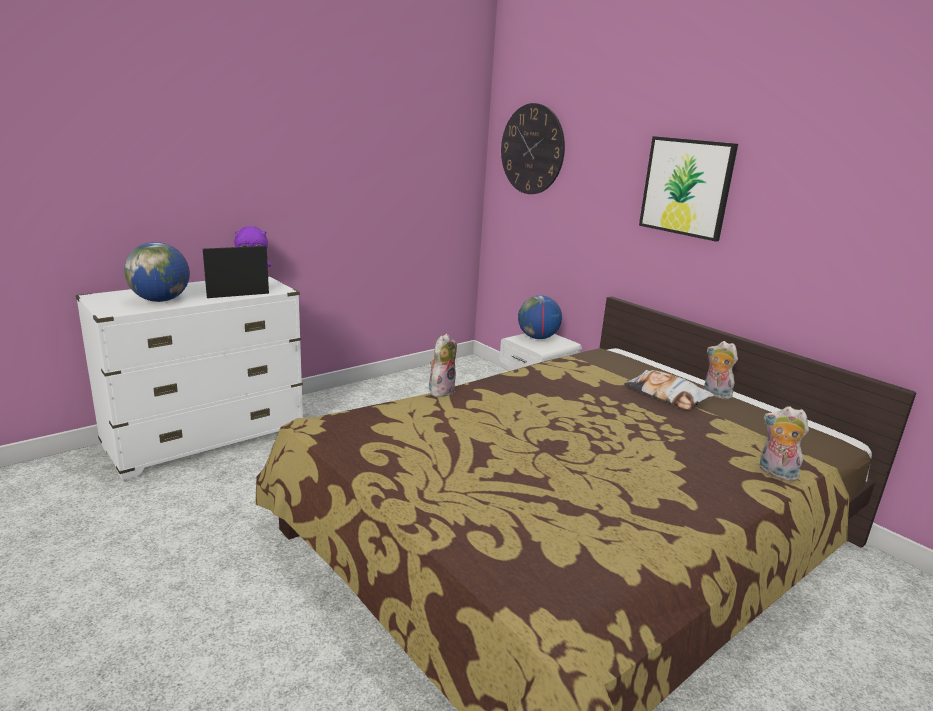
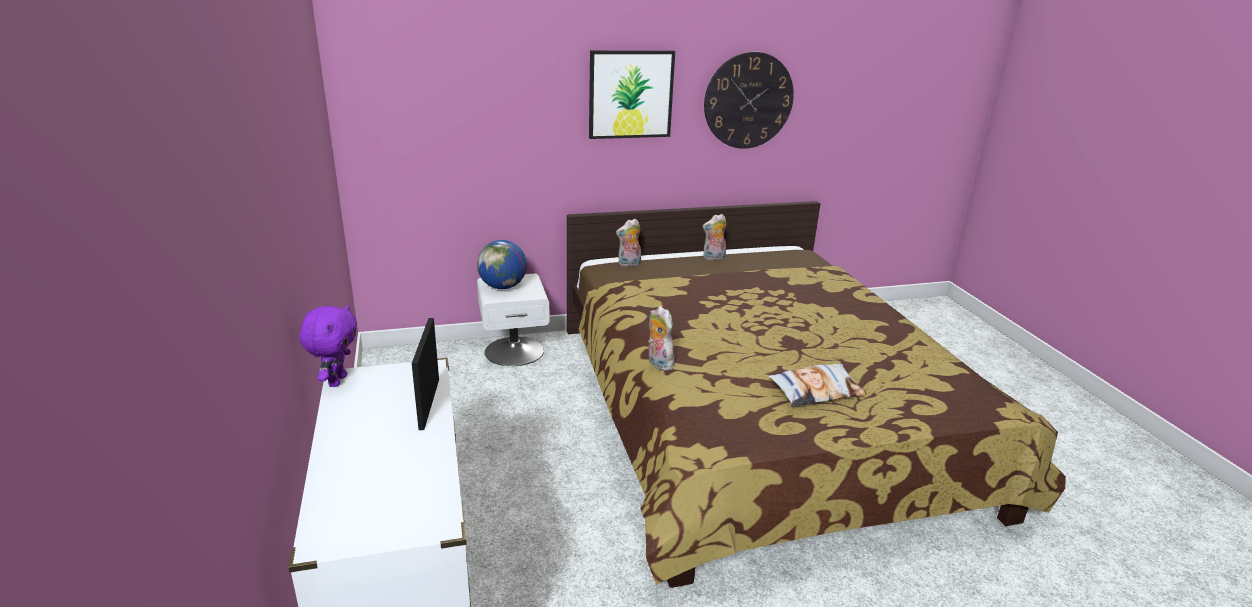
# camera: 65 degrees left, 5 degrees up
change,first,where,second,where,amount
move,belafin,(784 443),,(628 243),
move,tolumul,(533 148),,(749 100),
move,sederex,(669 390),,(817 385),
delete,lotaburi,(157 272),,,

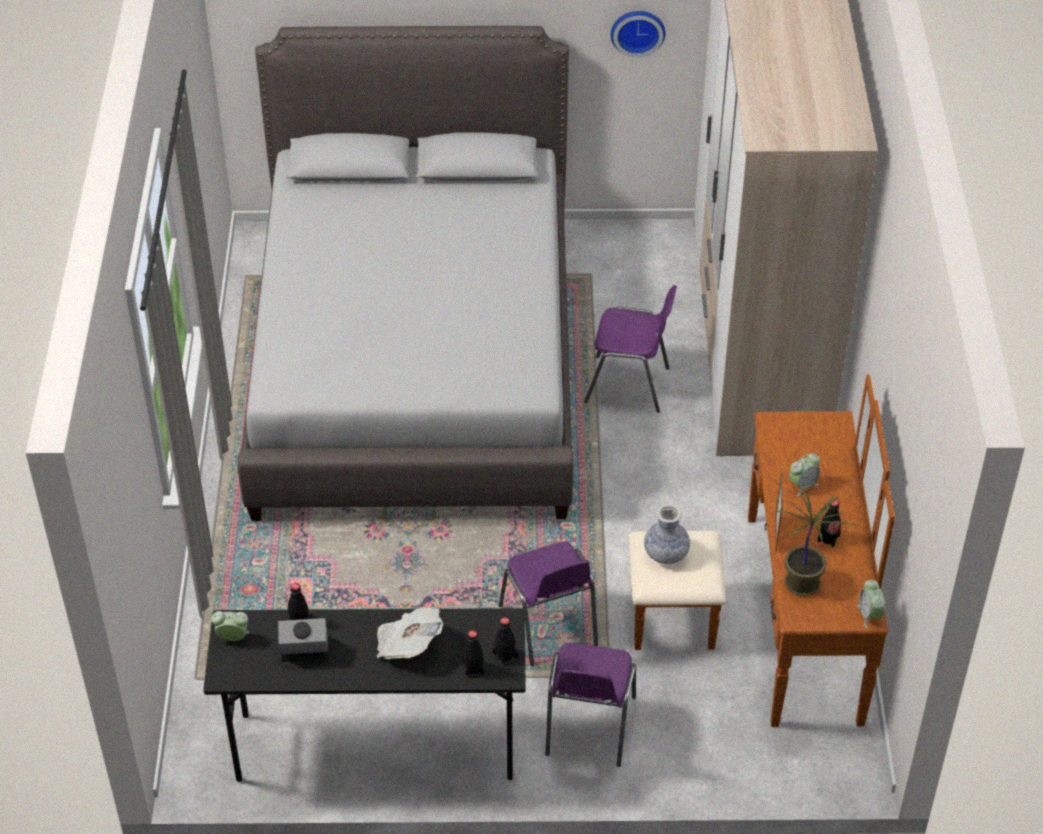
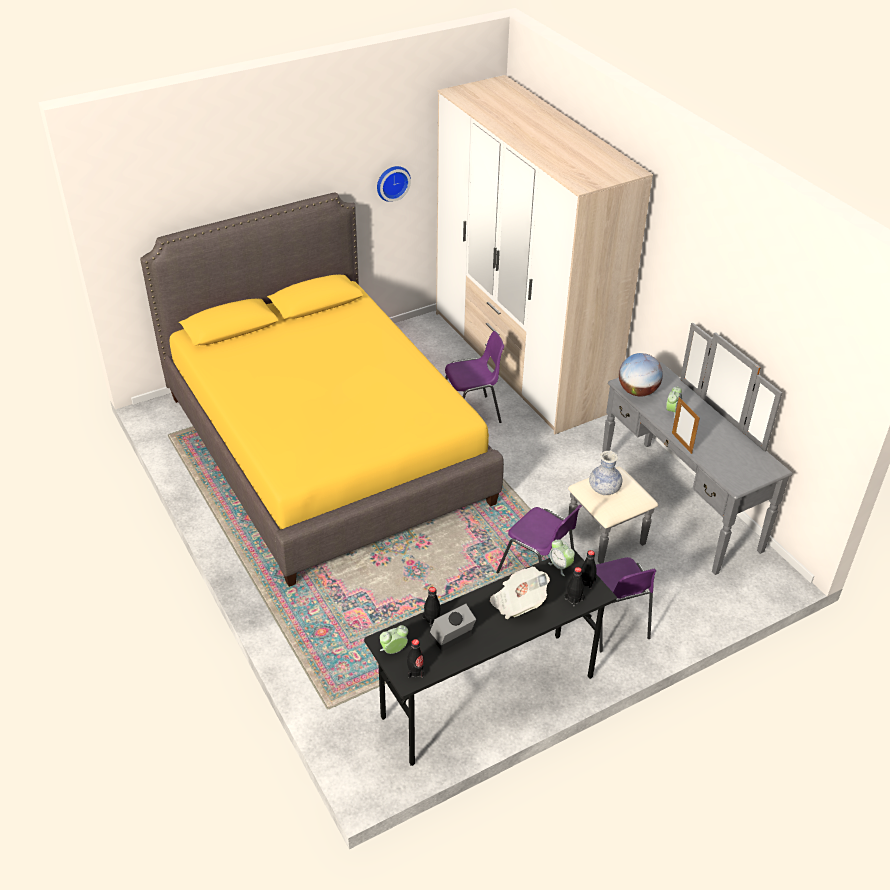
# camera: 30 degrees left, 5 degrees down
change,first,where,second,where,amount
recolor,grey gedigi,(405 273),yellow gedigi,(322 389),
move,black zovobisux,(829 523),,(415 658),
move,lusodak,(871 604),,(561 558),
recolor,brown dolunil,(762 551),grey dolunil,(680 449),
insert,,,lotaburi,(641 375),
delete,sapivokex,(816 539),,,

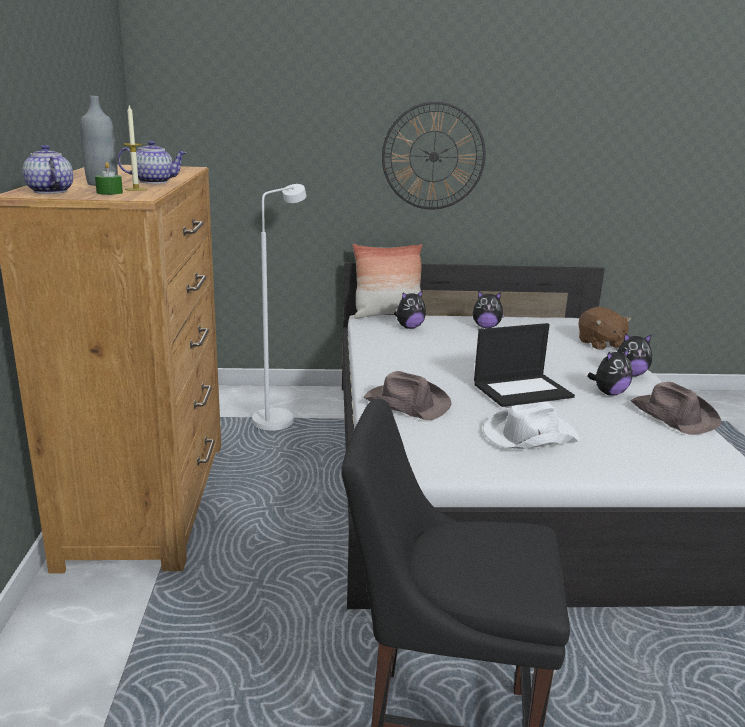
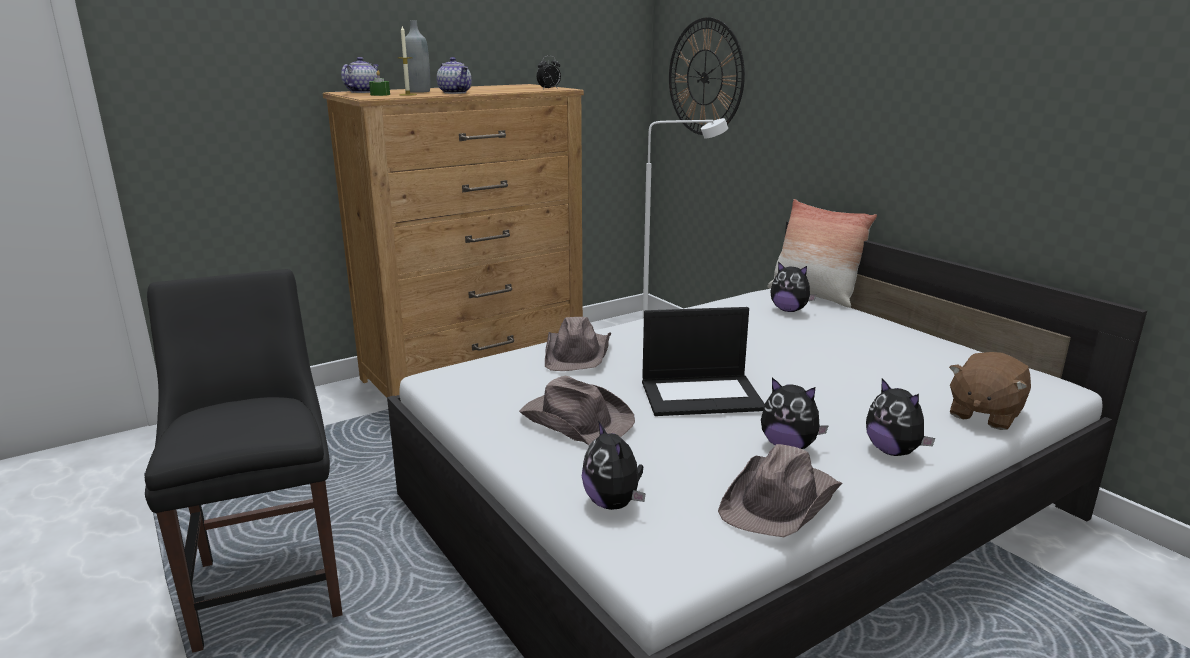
# camera: 60 degrees right, 0 degrees up
change,first,where,second,where,amount
recolor,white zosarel,(531 425),brown zosarel,(577 410),
insert,,,lusodak,(548 72),
move,belafin,(489 309),,(613 465),
rotate,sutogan,(524 365),,(703 361),45 degrees counterclockwise
move,tolumul,(434 155),,(707 76),

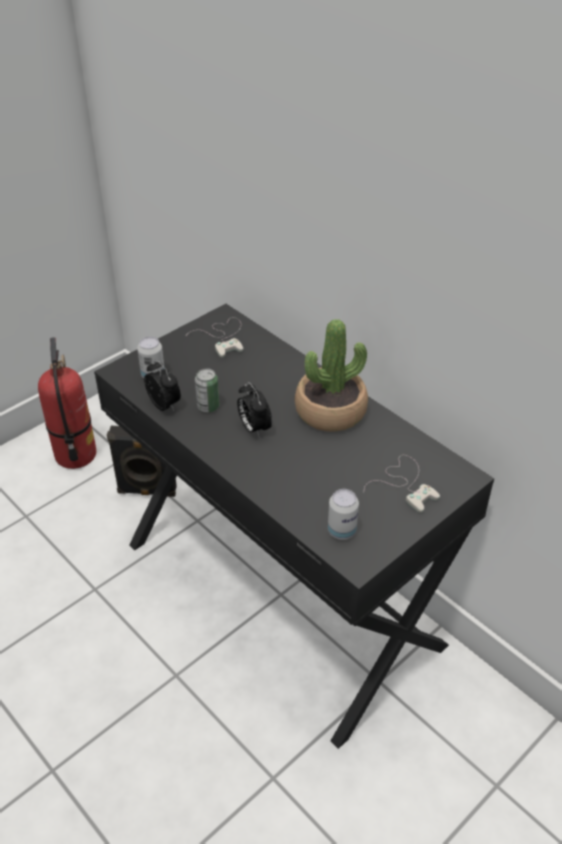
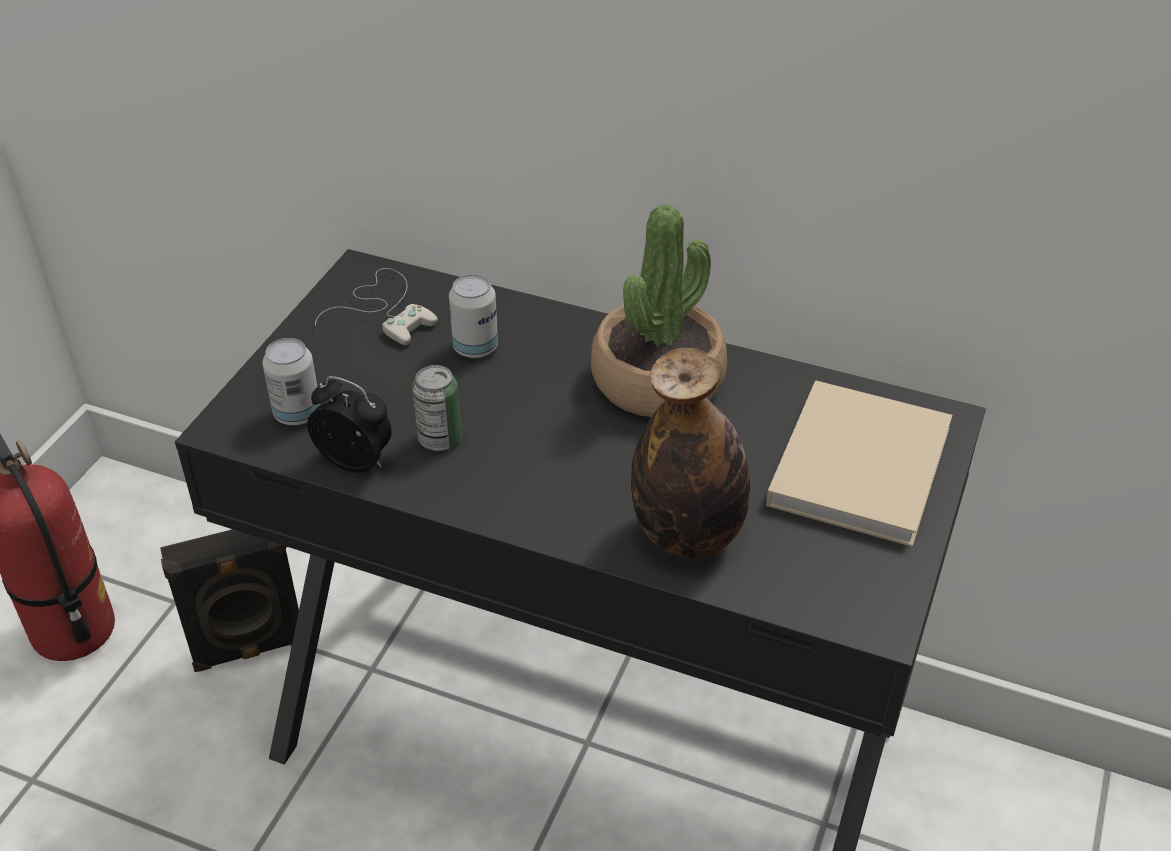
# camera: 25 degrees left, 0 degrees up
change,first,where,second,where,amount
move,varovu,(343 514),,(473 316),
insert,,,zovobisux,(691 453),
replace,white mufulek,(402 484),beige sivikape,(859 463),
delete,lusodak,(254 410),,,

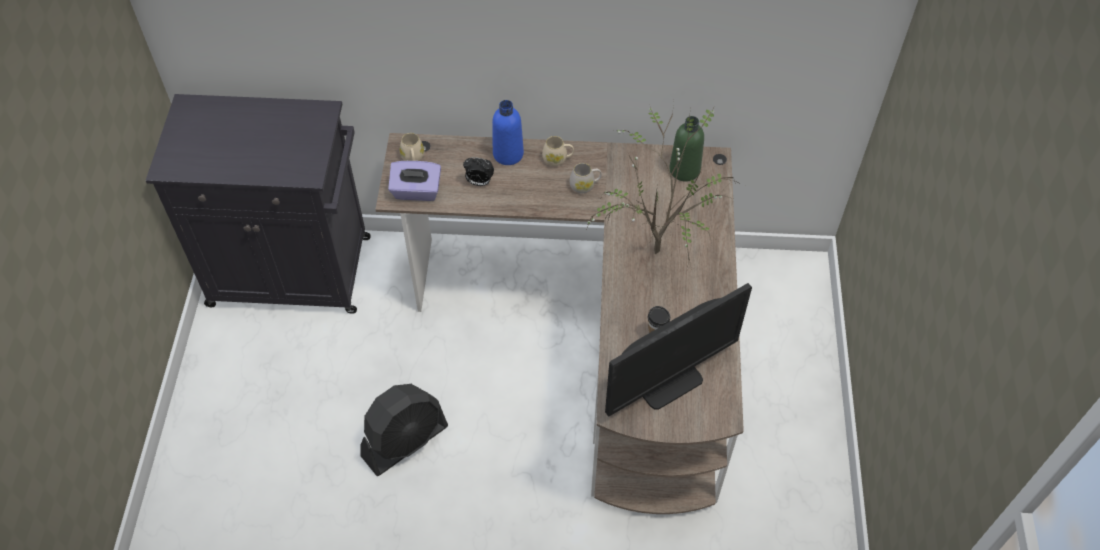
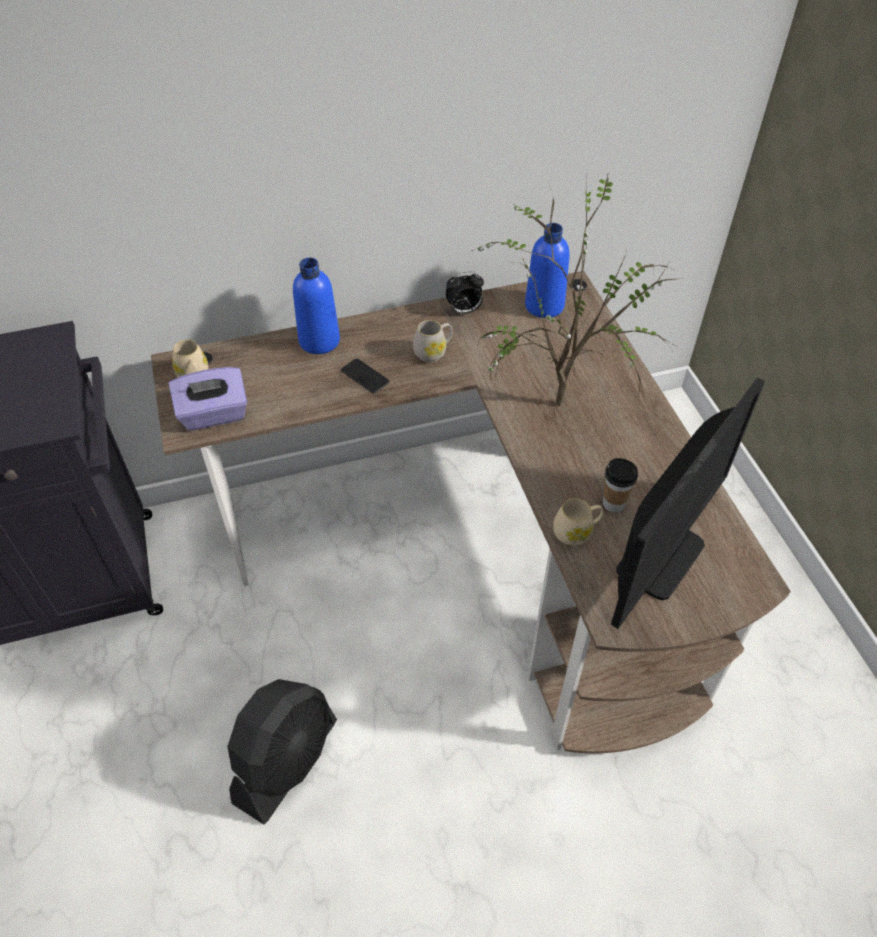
# camera: 20 degrees left, 5 degrees down
change,first,where,second,where,amount
insert,,,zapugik,(365 376),
move,lusodak,(478 171),,(465 292),
recolor,green zovobisux,(686 148),blue zovobisux,(547 270),
move,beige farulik,(558 151),,(578 522),

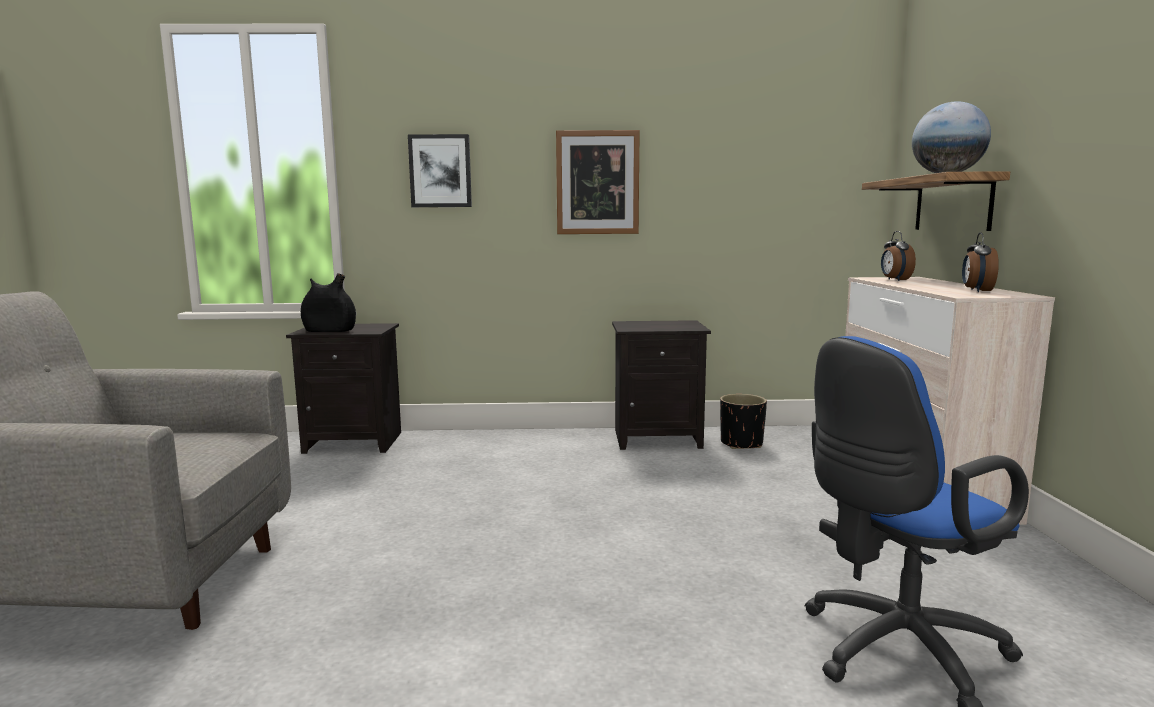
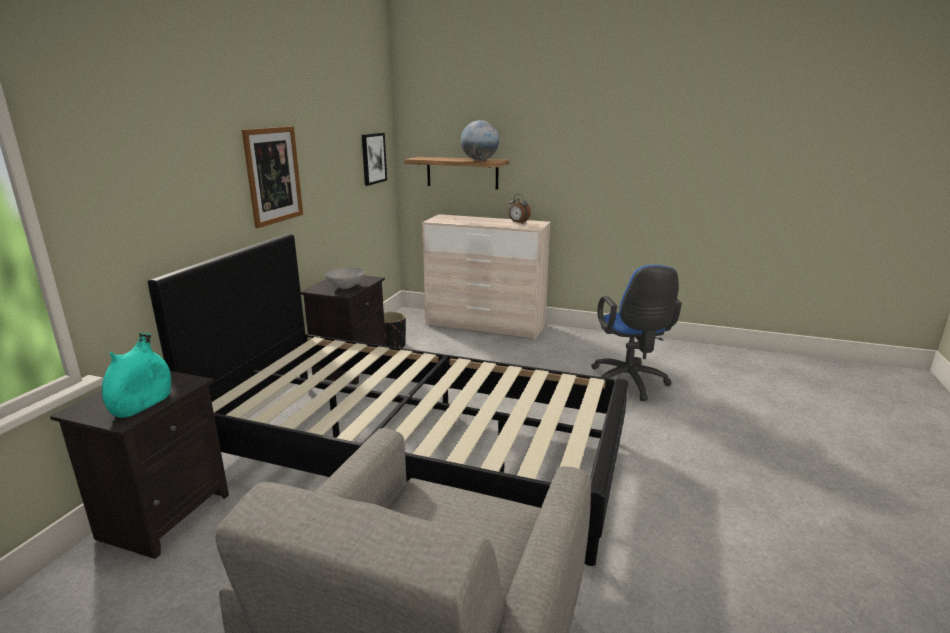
# camera: 70 degrees left, 10 degrees up
change,first,where,second,where,amount
recolor,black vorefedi,(328 302),turquoise vorefedi,(136 375),
insert,,,black gedigi,(388 400),
insert,,,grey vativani,(344 278),
move,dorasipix,(440 170),,(374 159),
delete,lusodak,(898 256),,,

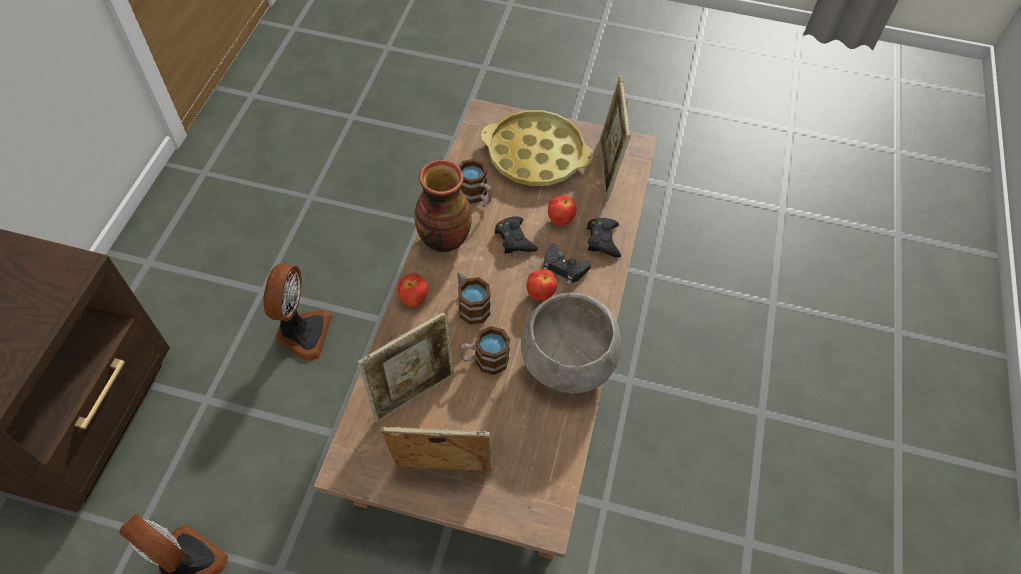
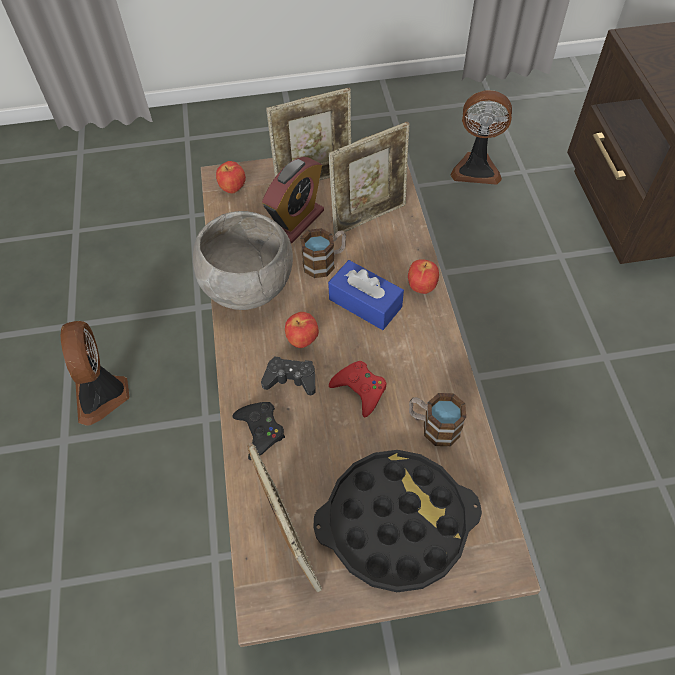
# camera: 160 degrees right, 0 degrees up
change,first,where,second,where,amount
move,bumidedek,(297 312),,(94 373),
move,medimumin,(562 210),,(231 177),
insert,,,lusodak,(293 200),
recolor,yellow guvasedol,(537 148),black guvasedol,(397 521),
rotate,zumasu,(406 367),,(369 178),150 degrees counterclockwise
replace,farulik,(474 297),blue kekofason,(366 295),
recolor,black mufulek,(516 235),red mufulek,(357 389),
delete,vorefedi,(443 206),,,

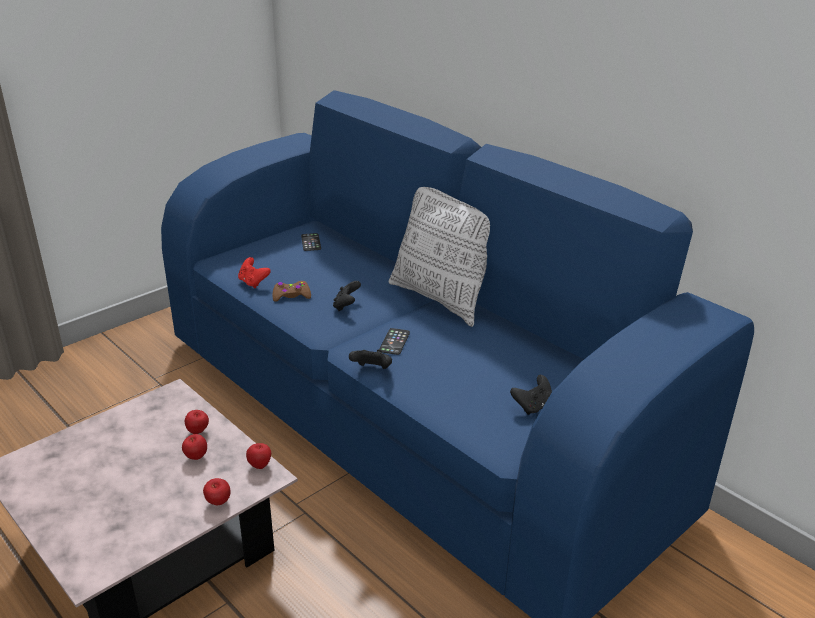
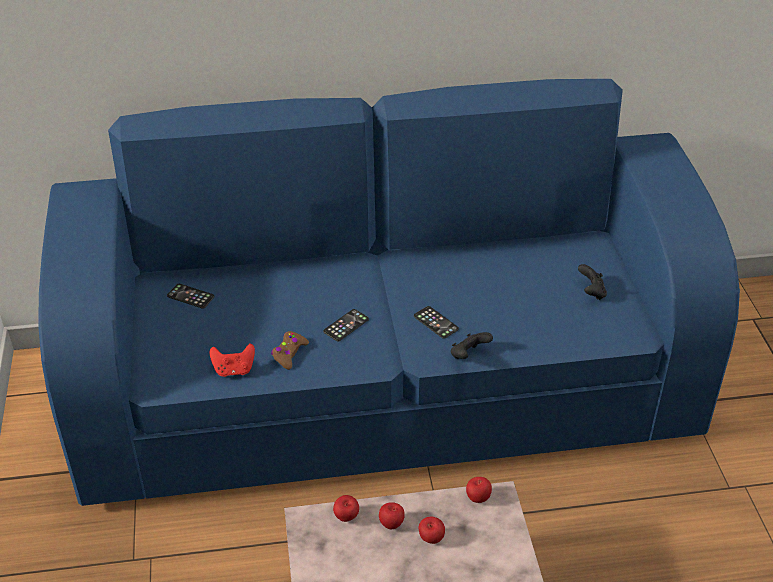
# camera: 55 degrees left, 10 degrees up
change,first,where,second,where,amount
replace,black mufulek,(347 296),zapugik,(346 325),
move,medimumin,(216 491),,(346 508),
delete,sederex,(439 257),,,

